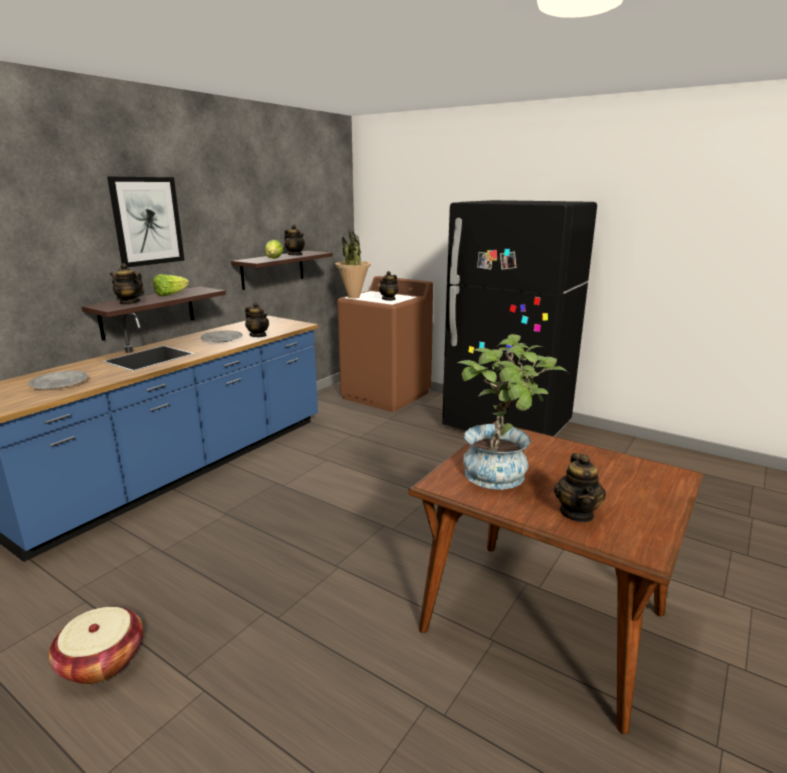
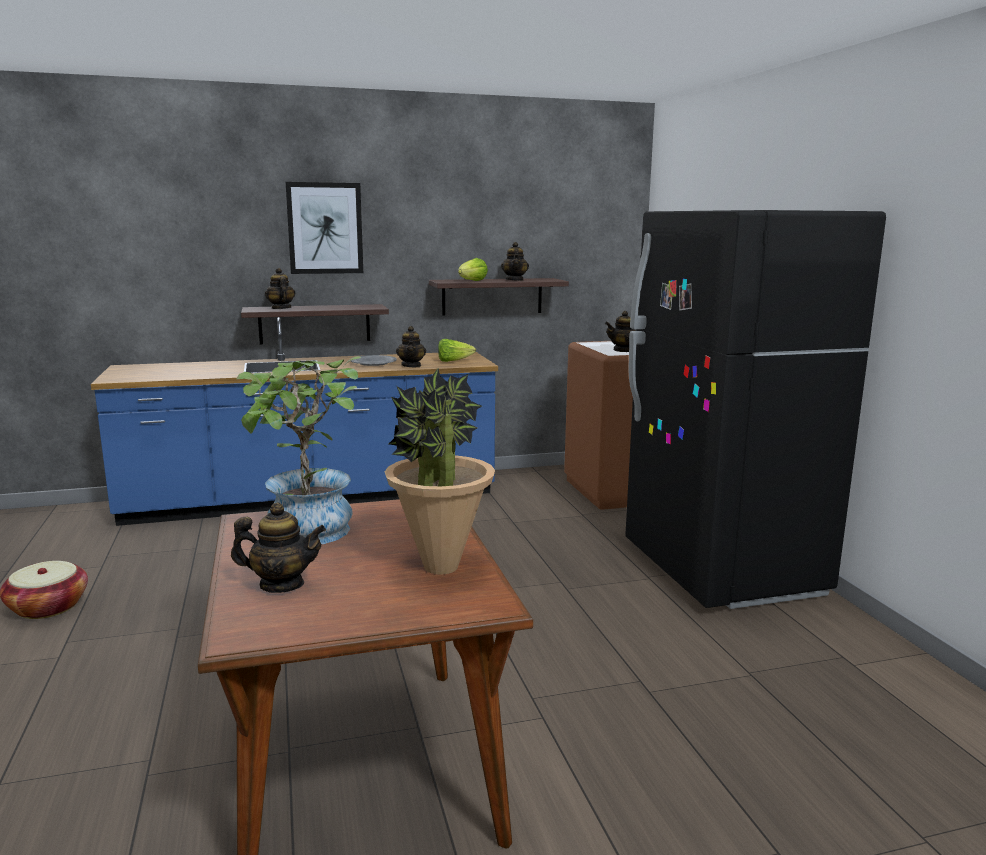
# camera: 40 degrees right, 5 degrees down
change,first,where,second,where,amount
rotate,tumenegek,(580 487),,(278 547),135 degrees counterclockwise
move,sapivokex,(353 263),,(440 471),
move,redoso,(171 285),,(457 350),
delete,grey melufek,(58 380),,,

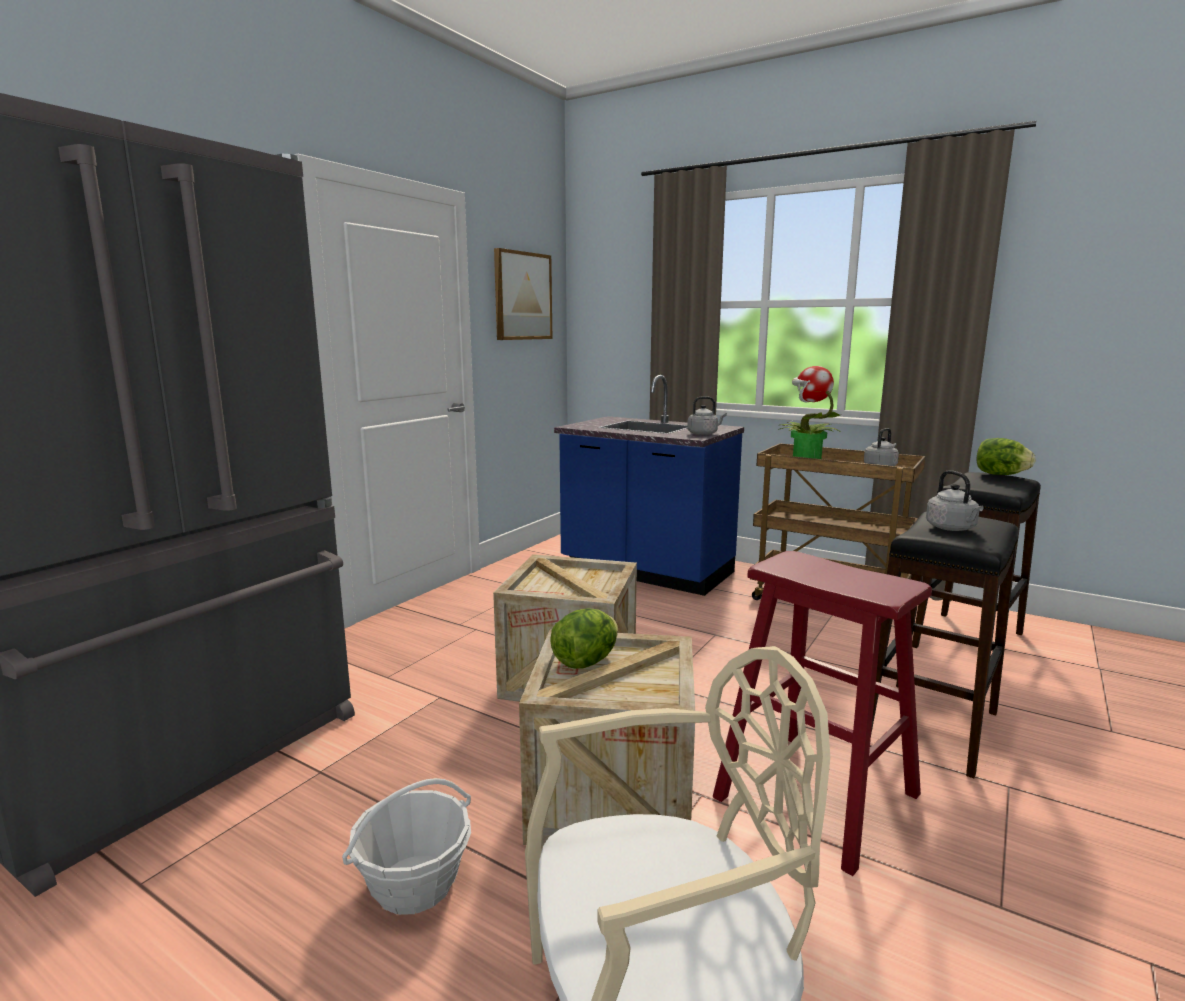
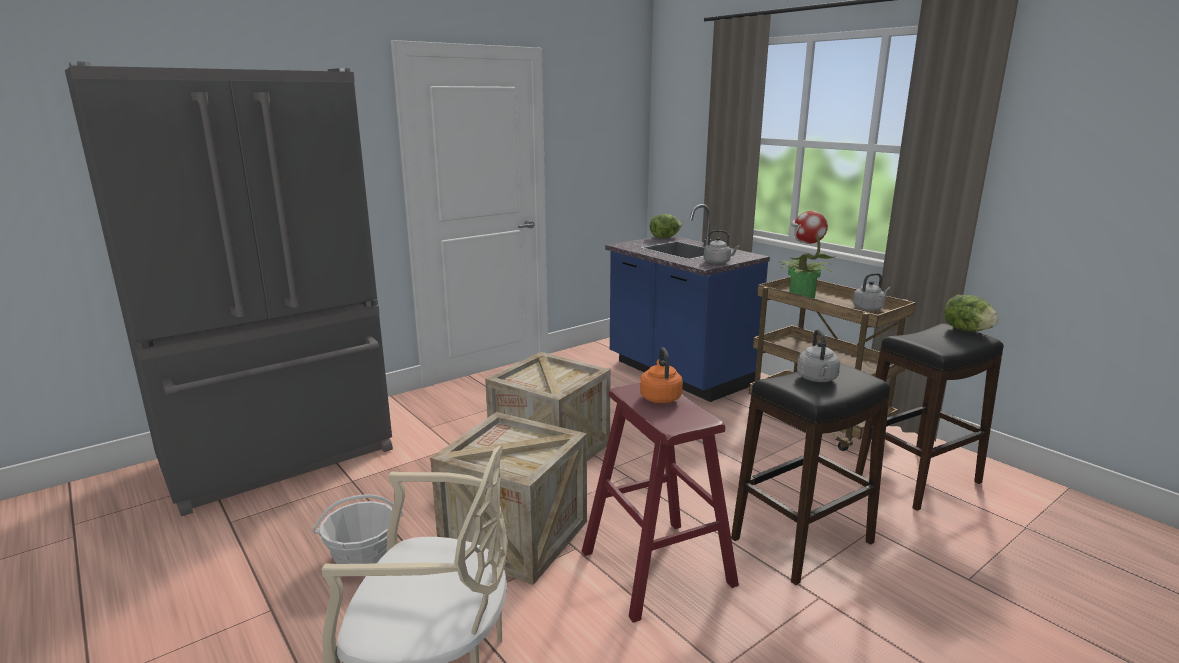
# camera: 20 degrees right, 5 degrees up
change,first,where,second,where,amount
insert,,,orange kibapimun,(661 375),
move,redoso,(584 638),,(666 226),
delete,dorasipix,(523 294),,,

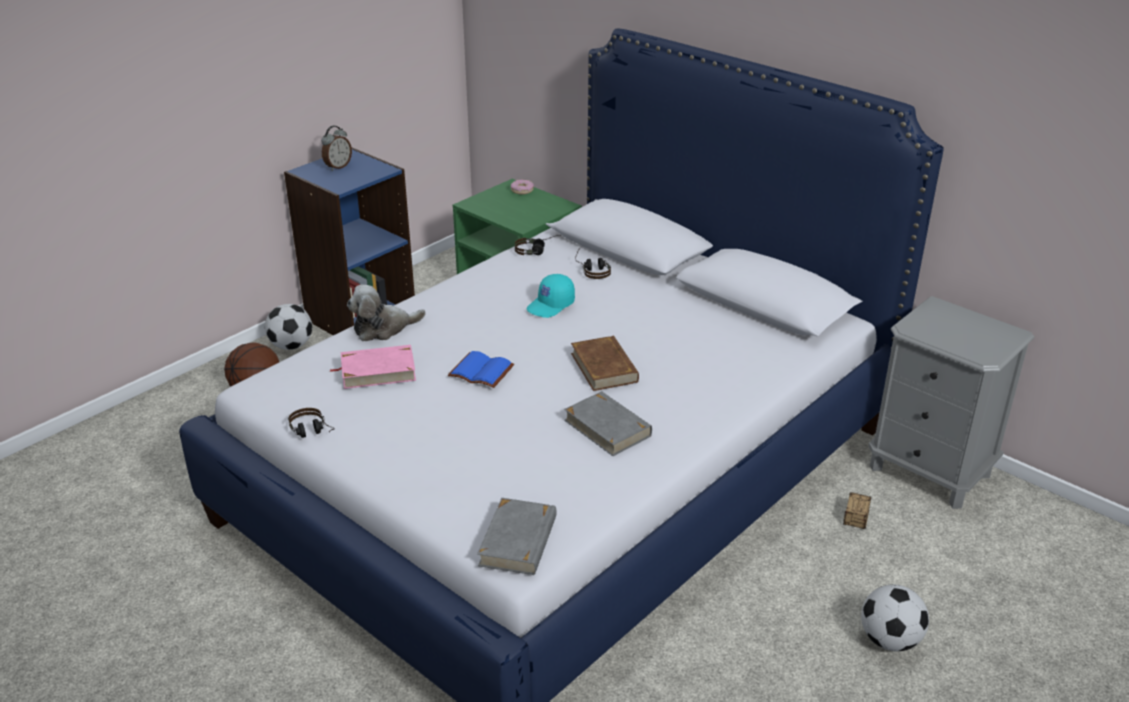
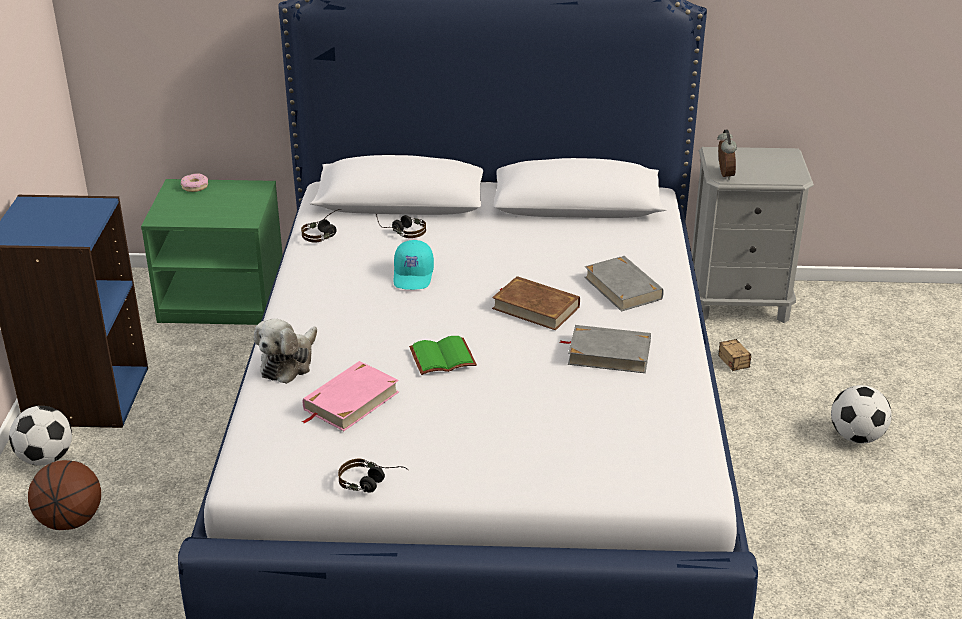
# camera: 40 degrees left, 0 degrees up
change,first,where,second,where,amount
recolor,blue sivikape,(481 369),green sivikape,(443 355),
move,grey sivikape,(517 536),,(624 283),
move,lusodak,(336 148),,(727 154),

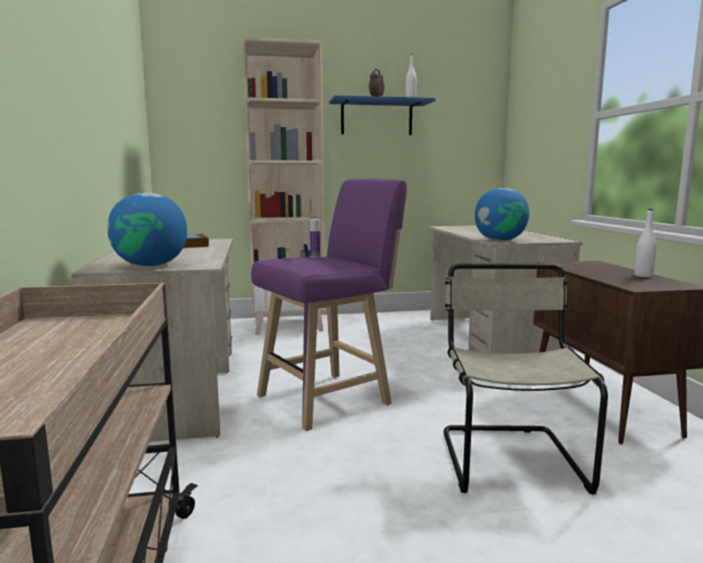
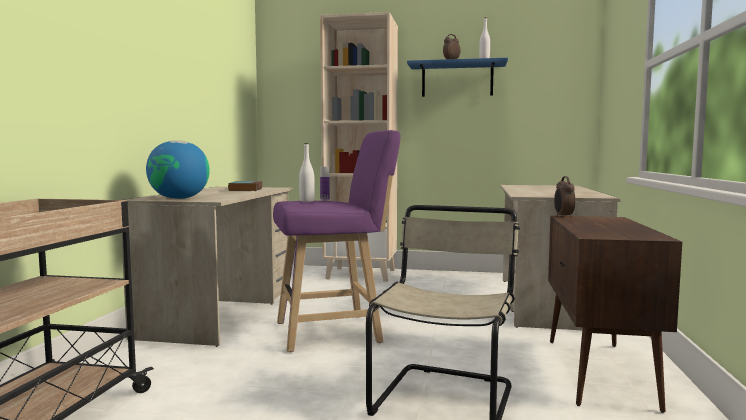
# camera: 20 degrees right, 5 degrees down
change,first,where,second,where,amount
move,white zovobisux,(645 243),,(307 172),
insert,,,lusodak,(564 197),
delete,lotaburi,(502 214),,,

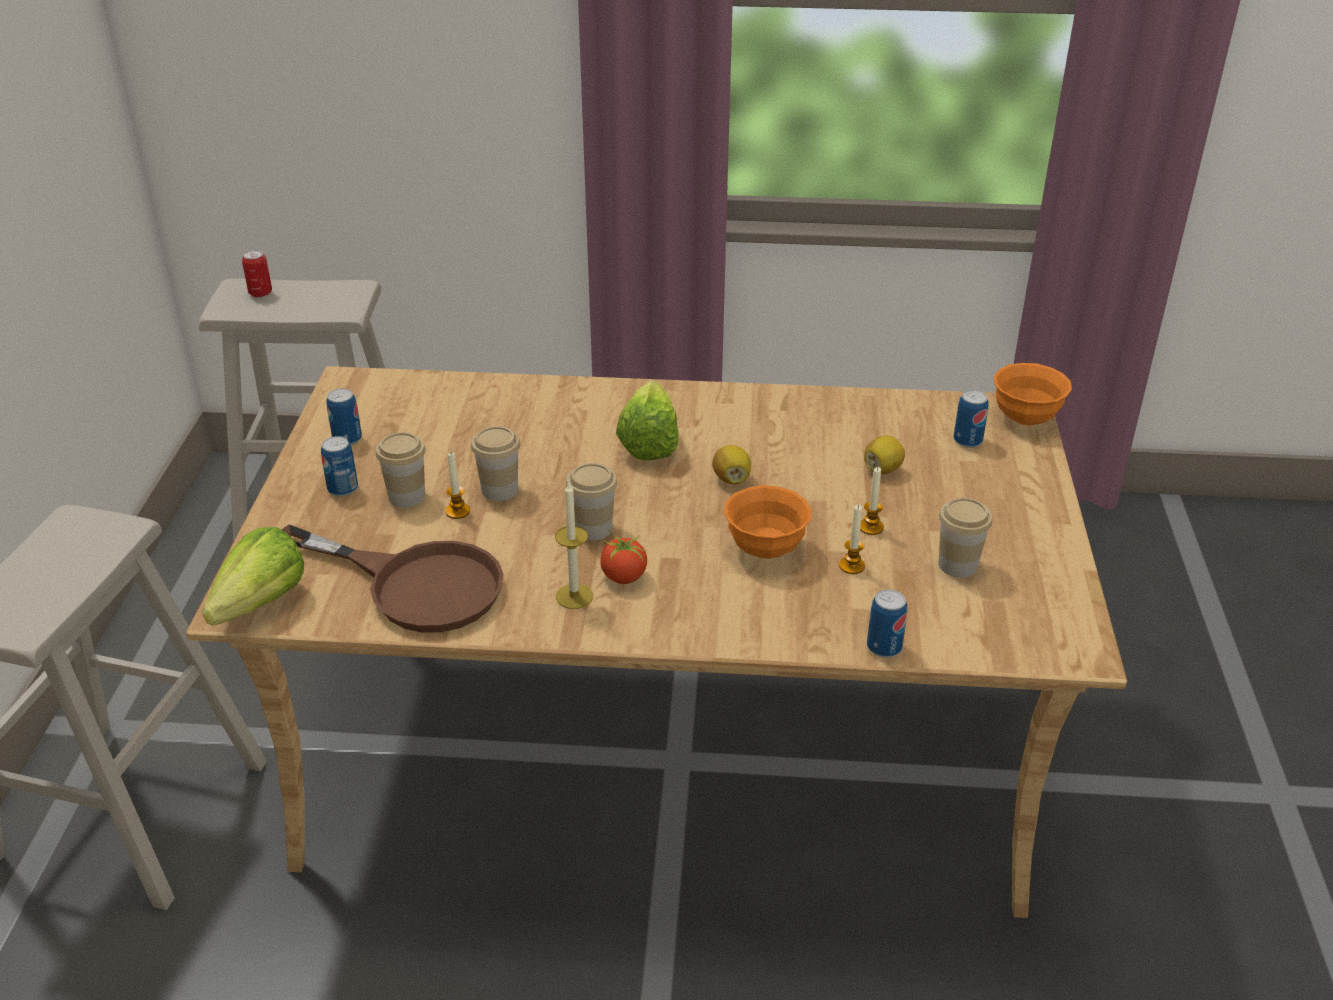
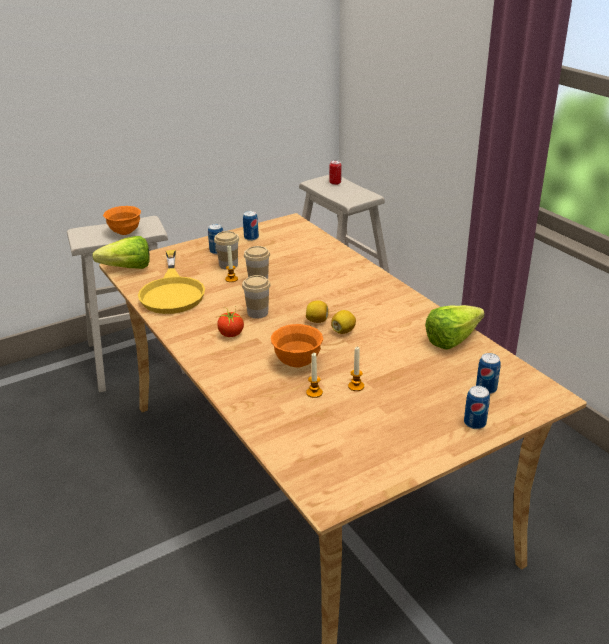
# camera: 55 degrees right, 5 degrees down
change,first,where,second,where,amount
move,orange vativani,(1033 394),,(122 220),
recolor,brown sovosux,(392 578),yellow sovosux,(171 282),
move,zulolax,(884 454),,(317 312),
move,redoso,(647 420),,(455 327),
move,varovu,(887 623),,(477 407),
delete,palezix,(574 545),,,
delete,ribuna,(965 538),,,

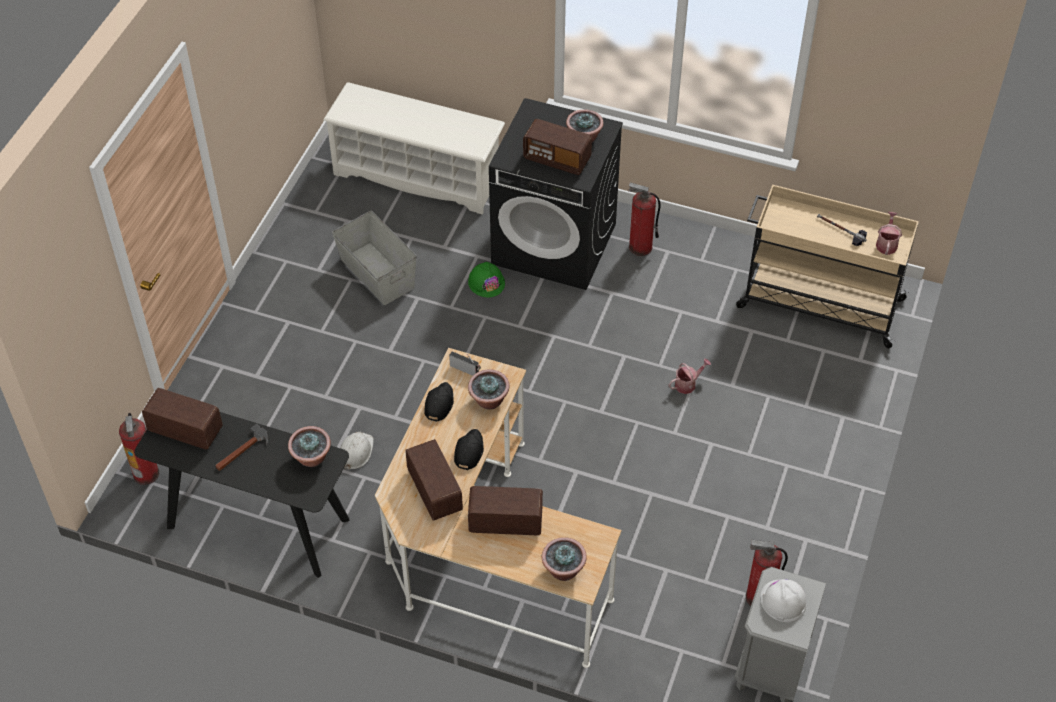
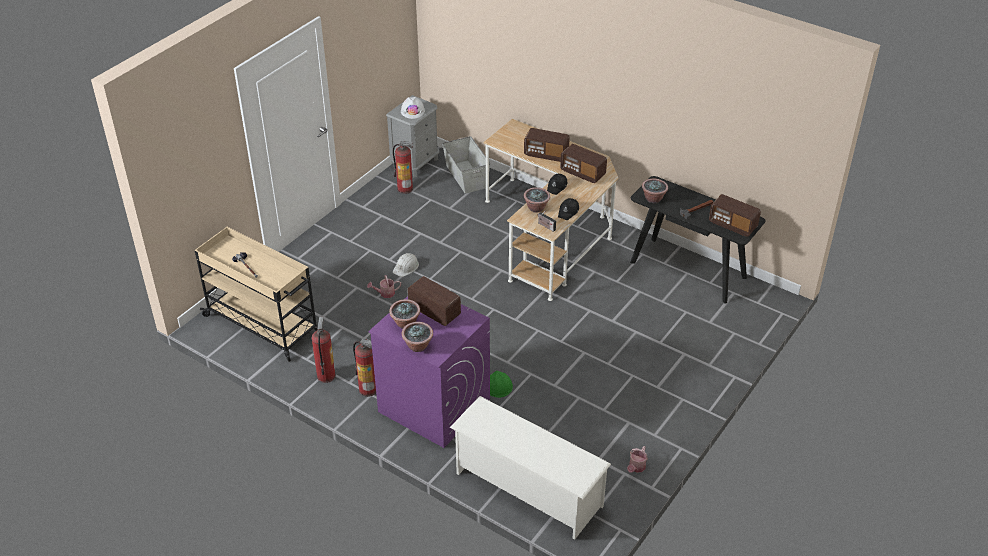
# camera: 165 degrees left, 10 degrees down
change,first,where,second,where,amount
move,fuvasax,(139 449),,(323 350),
recolor,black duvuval,(556 194),purple duvuval,(429 372),
move,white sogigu,(357 450),,(406 265),
move,sapivokex,(564 559),,(417 337),
move,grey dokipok,(374 258),,(466 165),
rotate,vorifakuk,(434 480),,(583 163),45 degrees counterclockwise
move,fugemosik,(889 233),,(637 459),

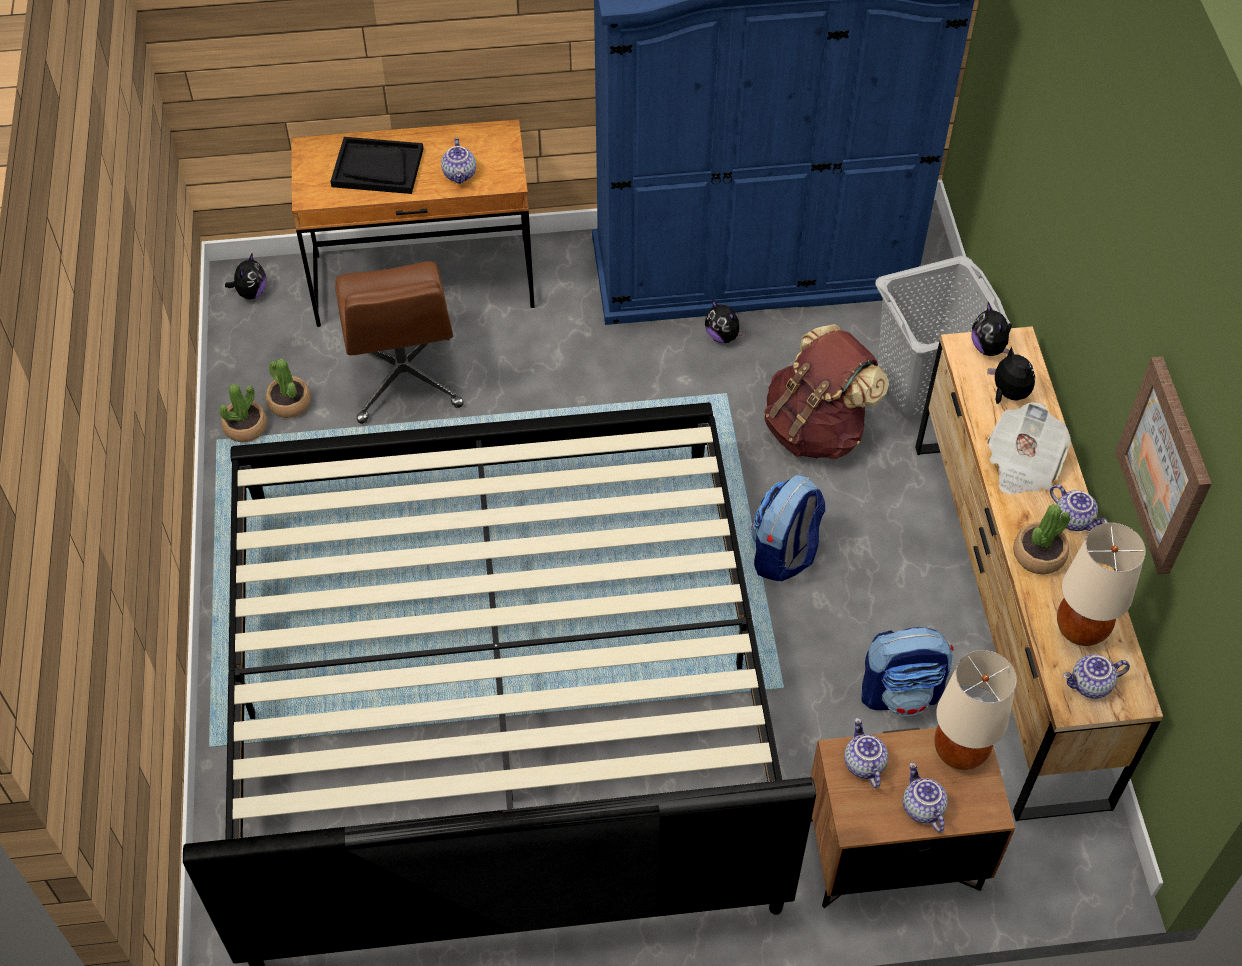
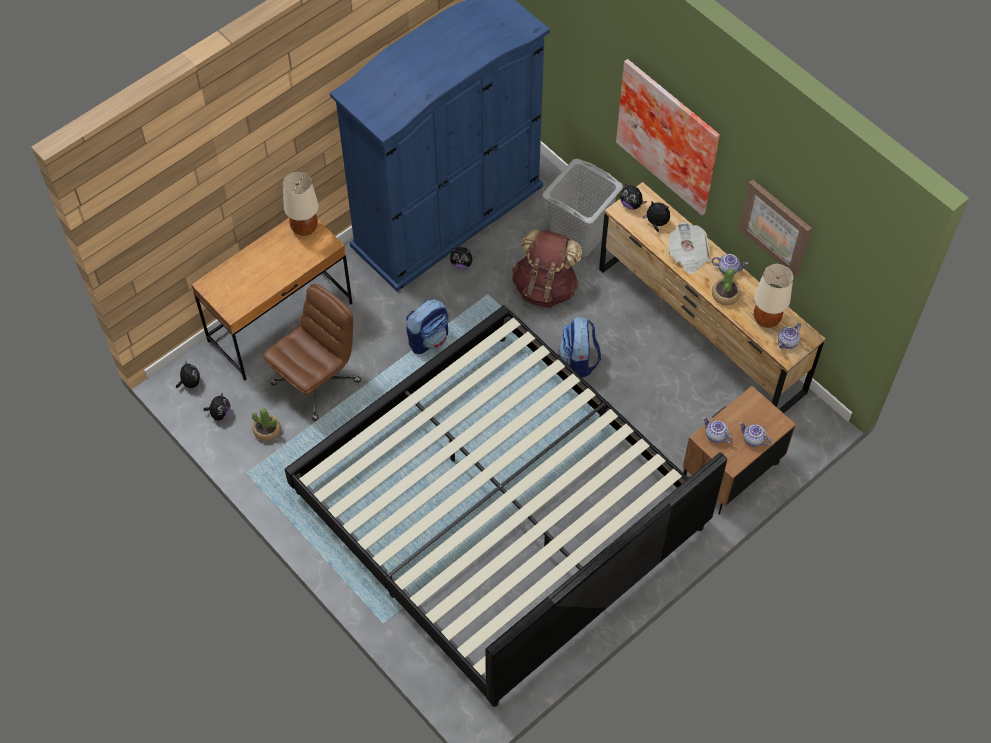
# camera: 35 degrees left, 5 degrees up
change,first,where,second,where,amount
insert,,,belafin,(217 407),
rotate,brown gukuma,(399 342),,(312 352),90 degrees counterclockwise
move,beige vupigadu,(975 710),,(301 203),
move,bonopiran,(907 671),,(427 326),
insert,,,dorasipix,(668 137),
delete,sapivokex,(243 413),,,
delete,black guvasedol,(376 165),,,
delete,tumenegek,(458 161),,,

